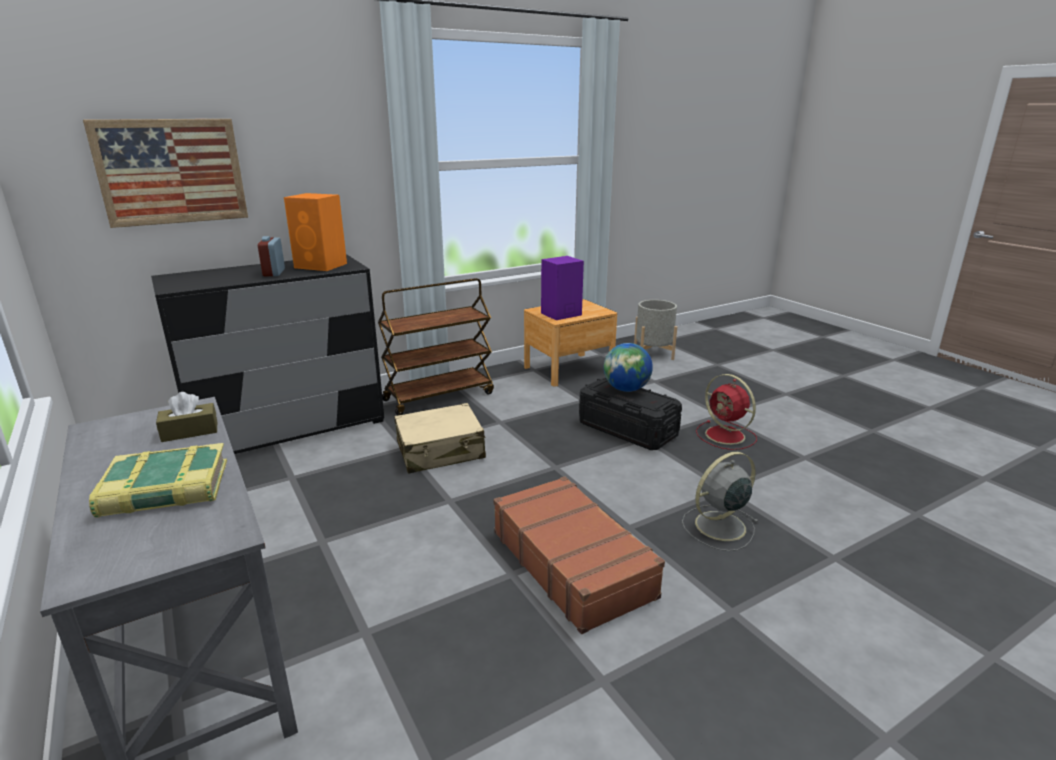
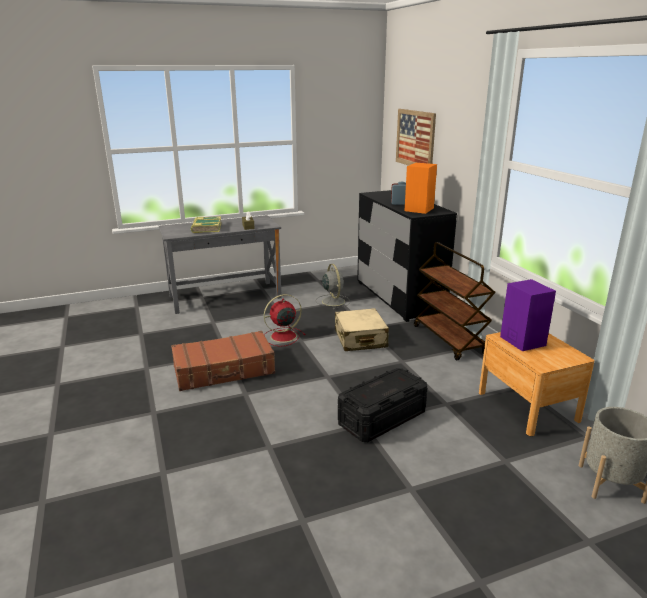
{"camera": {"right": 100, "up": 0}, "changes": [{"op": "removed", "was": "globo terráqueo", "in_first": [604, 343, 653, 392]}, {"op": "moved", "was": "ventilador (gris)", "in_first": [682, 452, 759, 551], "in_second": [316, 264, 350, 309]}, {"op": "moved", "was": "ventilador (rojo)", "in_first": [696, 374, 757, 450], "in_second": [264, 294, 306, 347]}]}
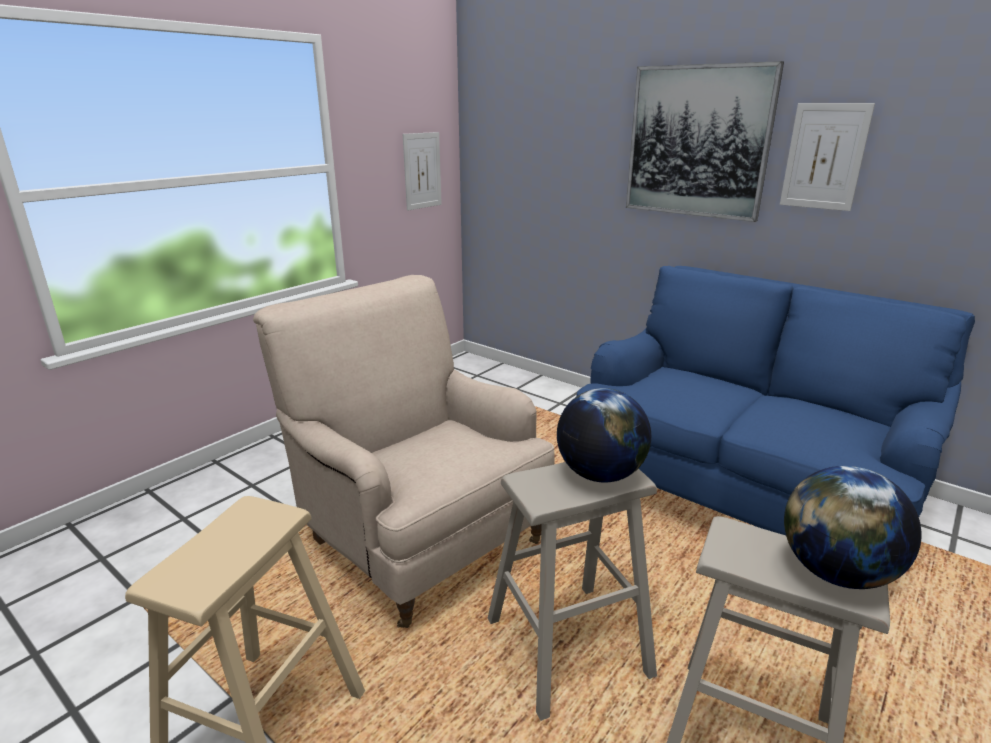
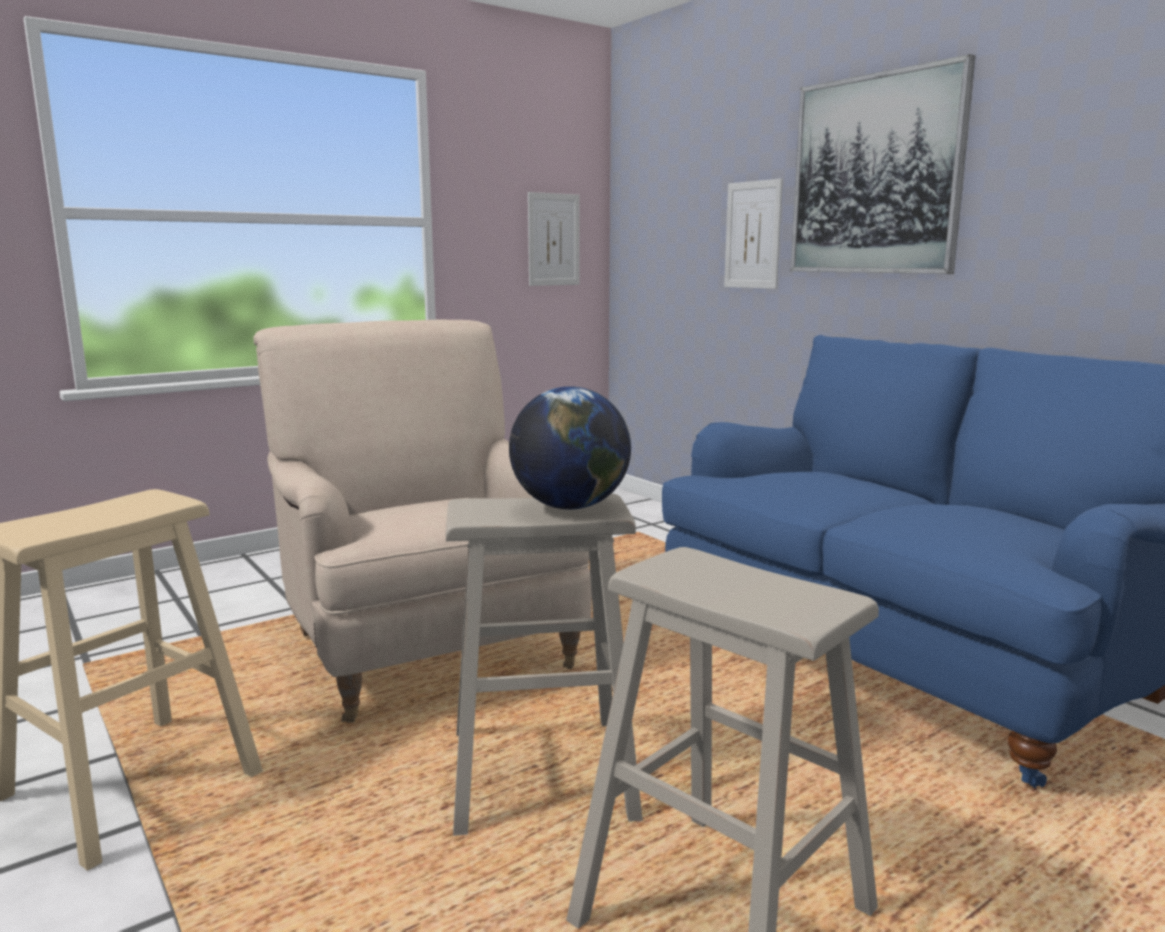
{"camera": {"right": 15, "up": -10}, "changes": [{"op": "moved", "was": "cuadro", "in_first": [780, 103, 875, 211], "in_second": [724, 179, 783, 289]}, {"op": "removed", "was": "globo terráqueo", "in_first": [784, 466, 922, 589]}]}
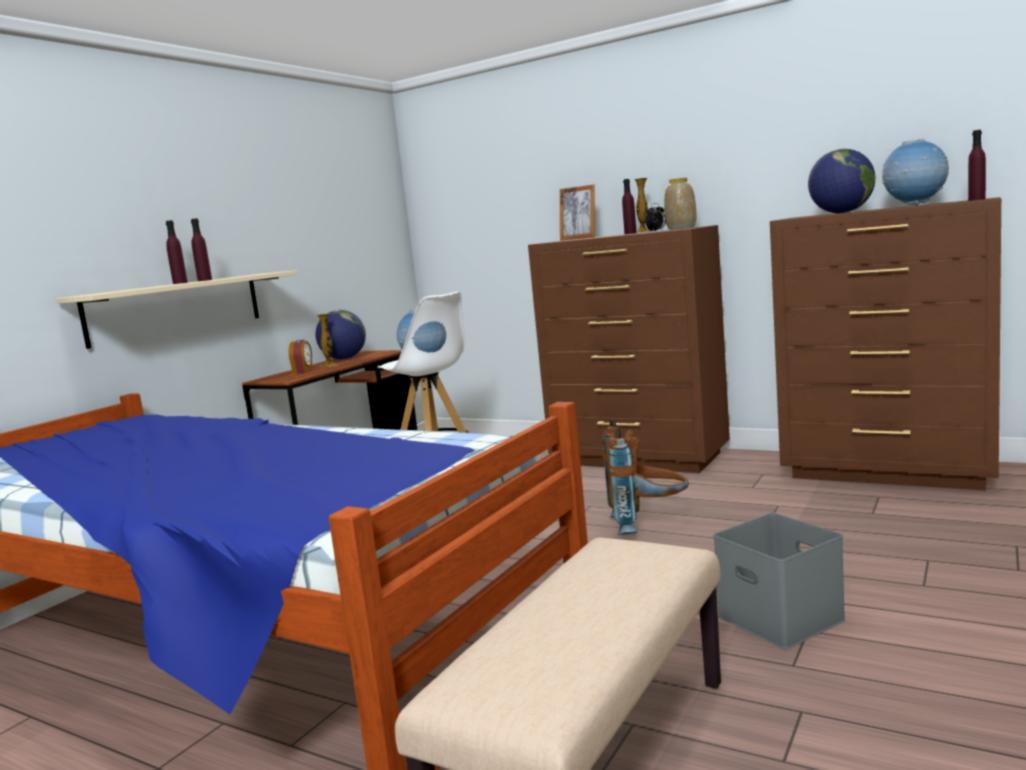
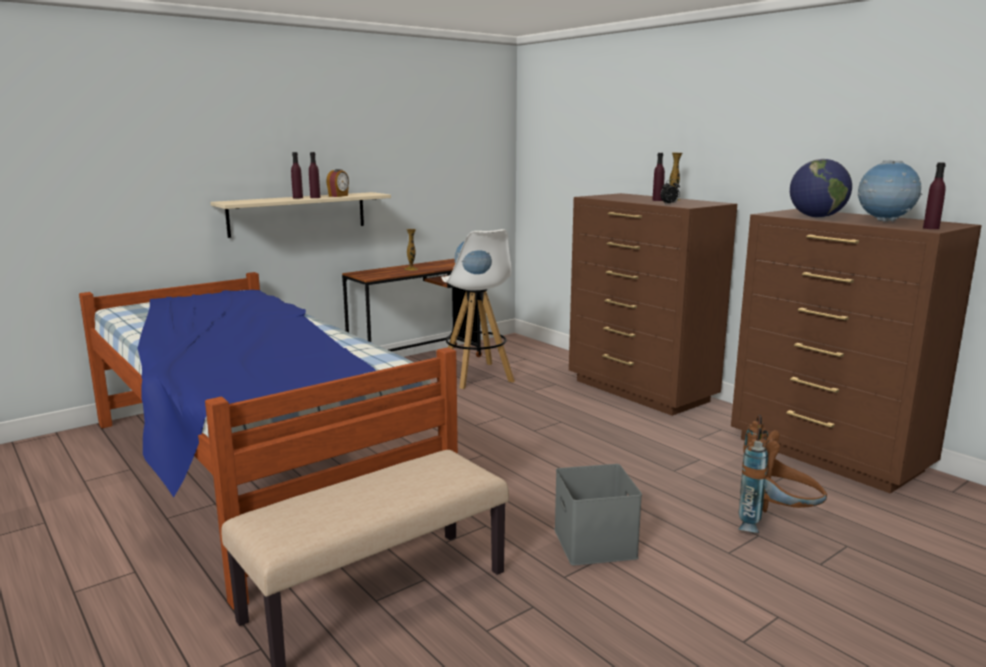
{"camera": {"right": 20, "up": 5}, "changes": [{"op": "moved", "was": "despertador", "in_first": [289, 339, 313, 374], "in_second": [326, 169, 349, 197]}, {"op": "removed", "was": "globo terráqueo", "in_first": [315, 310, 366, 359]}, {"op": "removed", "was": "portarretratos", "in_first": [560, 185, 595, 241]}, {"op": "moved", "was": "mochila (marrón)", "in_first": [602, 419, 689, 535], "in_second": [738, 415, 827, 533]}, {"op": "removed", "was": "florero", "in_first": [664, 178, 696, 230]}]}
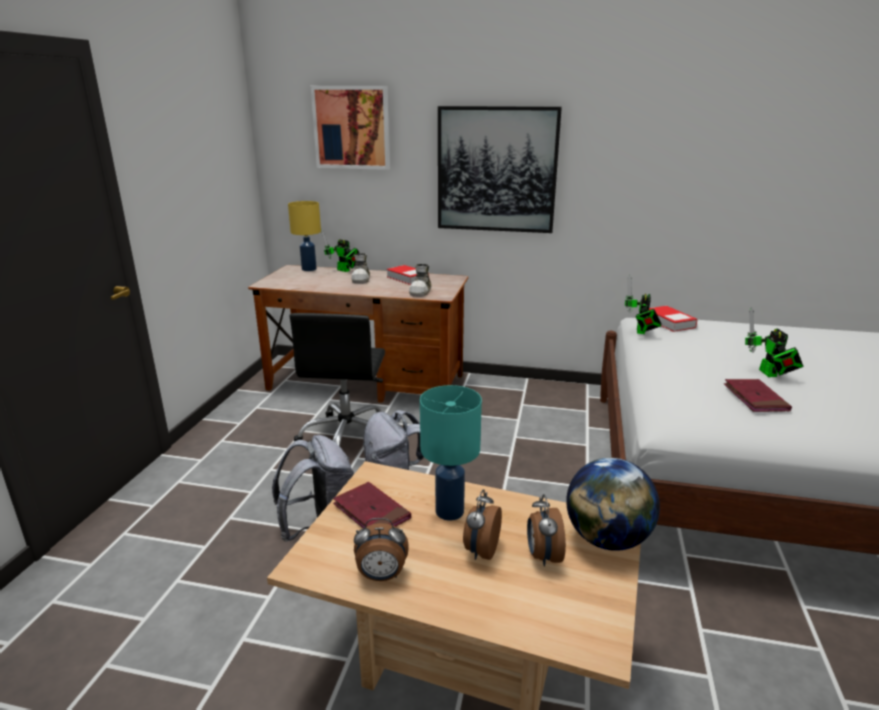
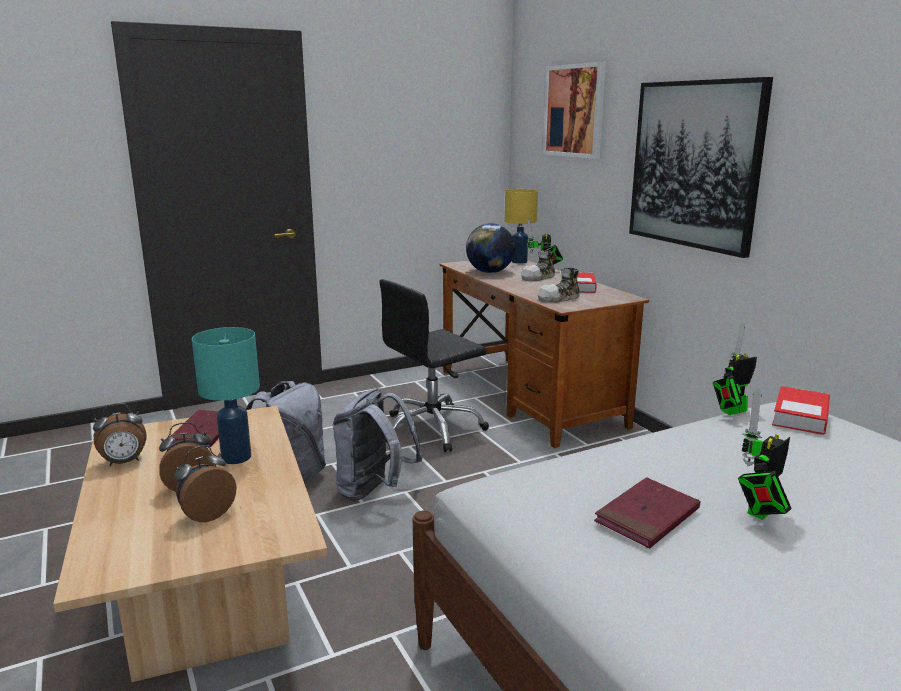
{"camera": {"right": 50, "up": -5}, "changes": [{"op": "turned", "was": "despertador", "in_first": [354, 518, 409, 581], "in_second": [93, 403, 146, 466], "clockwise": -75}, {"op": "moved", "was": "globo terráqueo", "in_first": [566, 458, 660, 551], "in_second": [466, 223, 515, 273]}]}
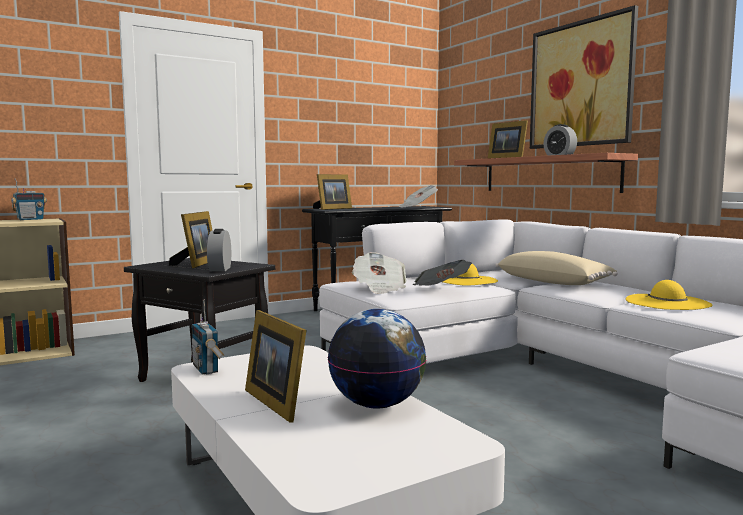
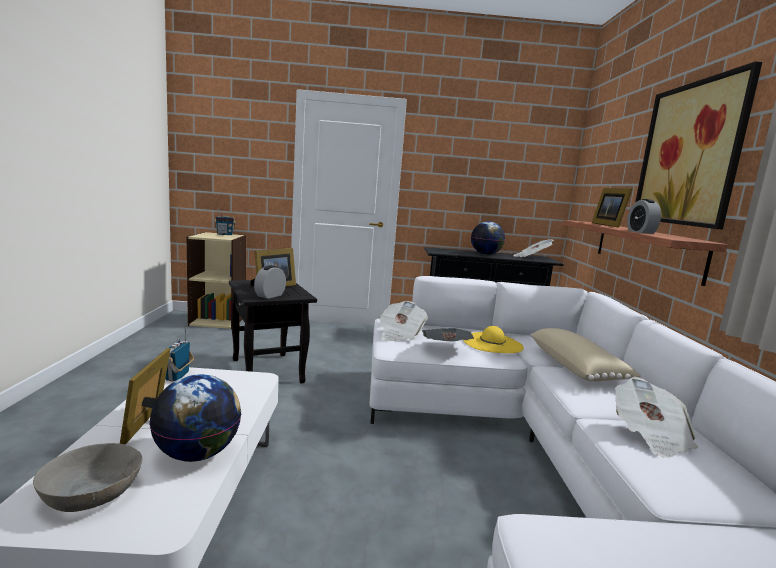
{"camera": {"right": 30, "up": 5}, "changes": [{"op": "removed", "was": "portarretratos", "in_first": [313, 174, 352, 210]}, {"op": "replaced", "was": "sombrero (amarillo)", "now": "periódico", "in_first": [626, 280, 713, 310], "in_second": [615, 377, 698, 458]}, {"op": "added", "now": "cuenco (gris)", "in_second": [33, 443, 143, 512]}, {"op": "added", "now": "globo terráqueo", "in_second": [471, 221, 505, 255]}]}
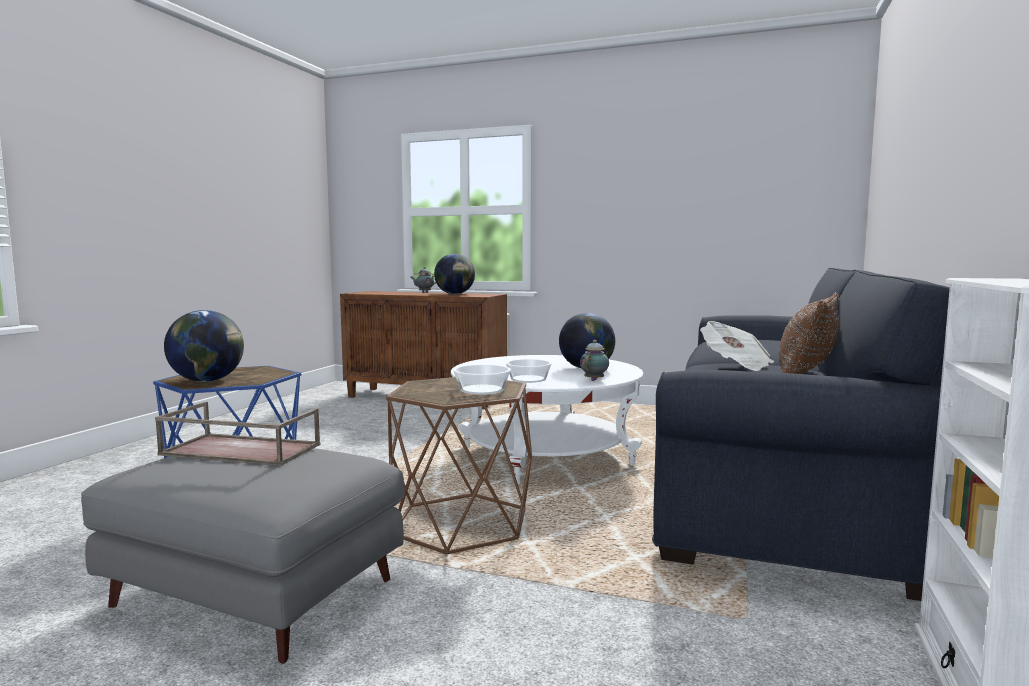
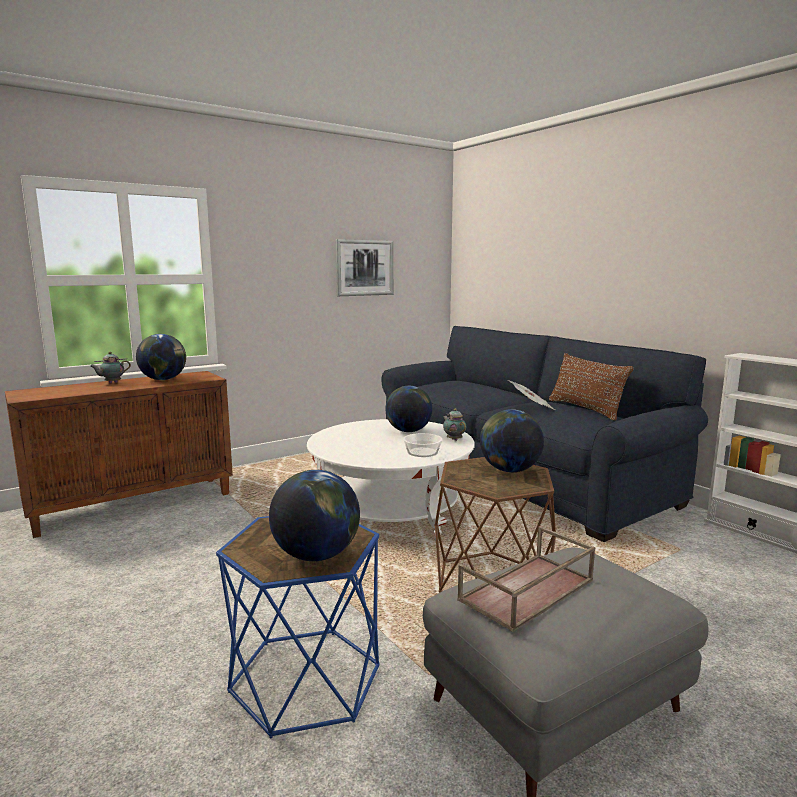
{"camera": {"right": -55, "up": 5}, "changes": [{"op": "replaced", "was": "cuenco", "now": "globo terráqueo", "in_first": [453, 365, 511, 395], "in_second": [480, 409, 544, 472]}, {"op": "added", "now": "cuadro", "in_second": [335, 239, 393, 296]}]}
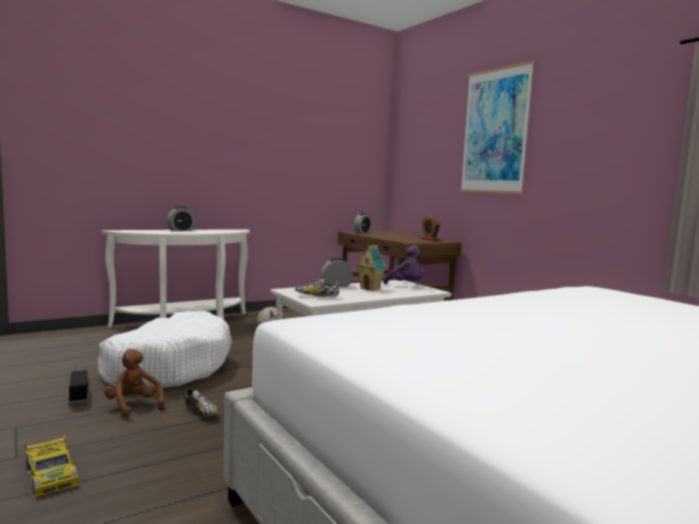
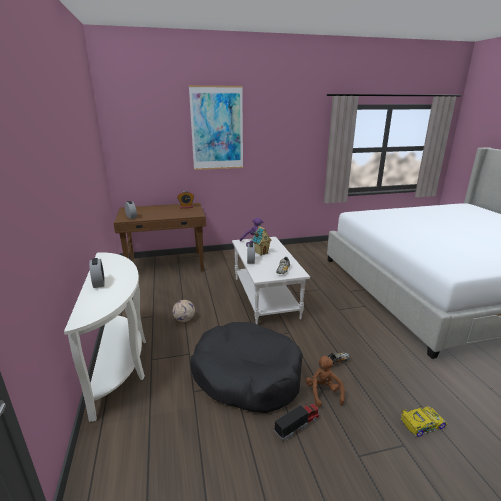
{"camera": {"right": -70, "up": 15}, "changes": [{"op": "turned", "was": "camión de juguete", "in_first": [69, 367, 89, 406], "in_second": [274, 404, 320, 441], "clockwise": 150}, {"op": "recoloured", "was": "cama para perro (blanco)", "now": "cama para perro (negro)", "in_first": [98, 311, 232, 388], "in_second": [190, 322, 303, 413]}, {"op": "turned", "was": "peluche (marrón)", "in_first": [104, 349, 164, 418], "in_second": [306, 356, 345, 407], "clockwise": 105}]}
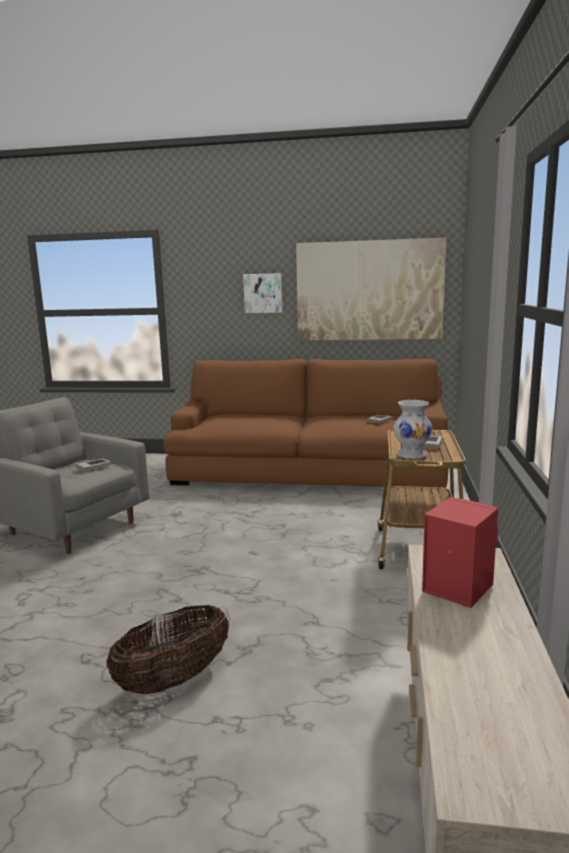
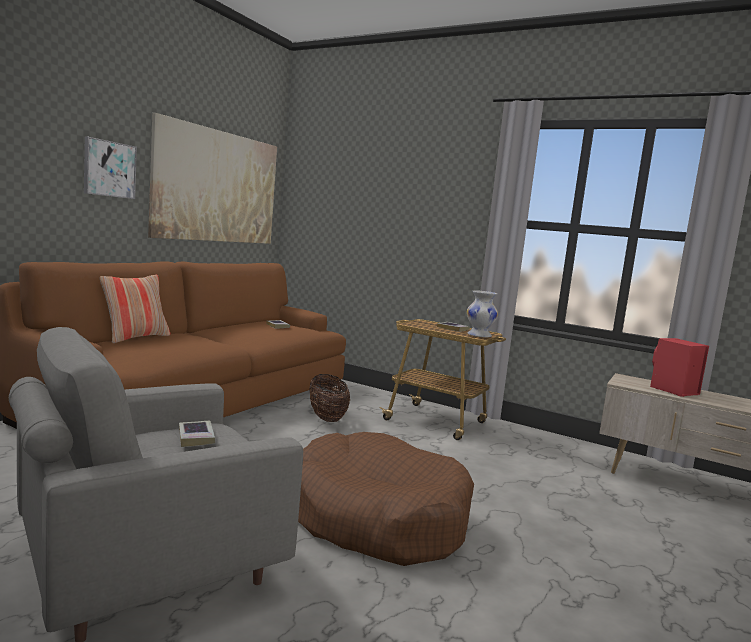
{"camera": {"right": -70, "up": -5}, "changes": [{"op": "moved", "was": "cesta", "in_first": [106, 605, 229, 694], "in_second": [309, 374, 350, 422]}, {"op": "added", "now": "cojín", "in_second": [100, 275, 170, 343]}, {"op": "added", "now": "cama para perro (marrón)", "in_second": [298, 432, 474, 566]}]}
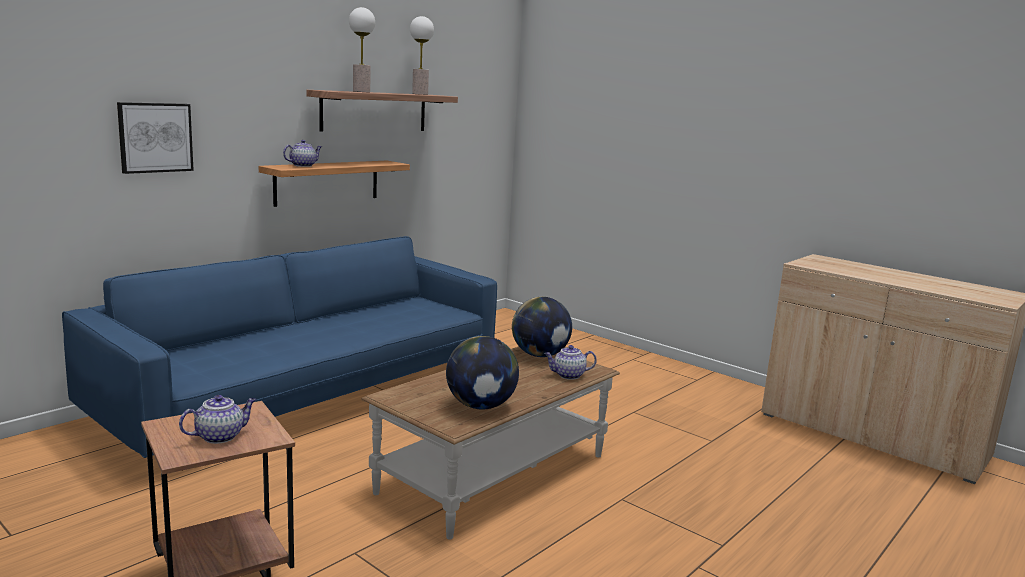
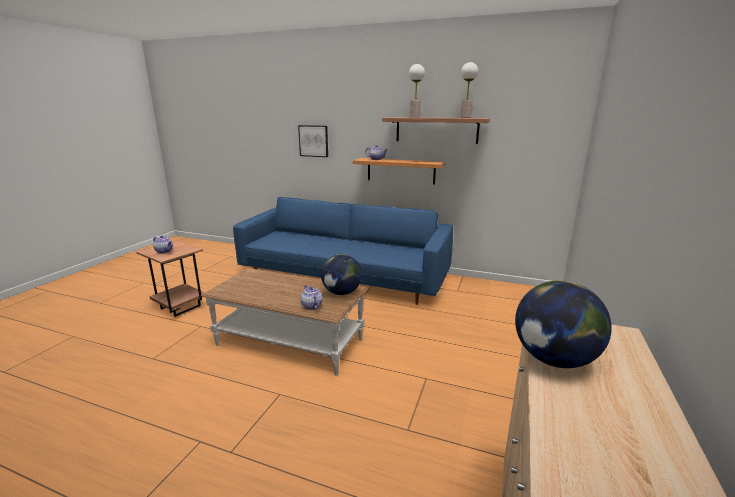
{"camera": {"right": 70, "up": 5}, "changes": [{"op": "moved", "was": "globo terráqueo", "in_first": [446, 336, 519, 409], "in_second": [515, 280, 612, 368]}]}
